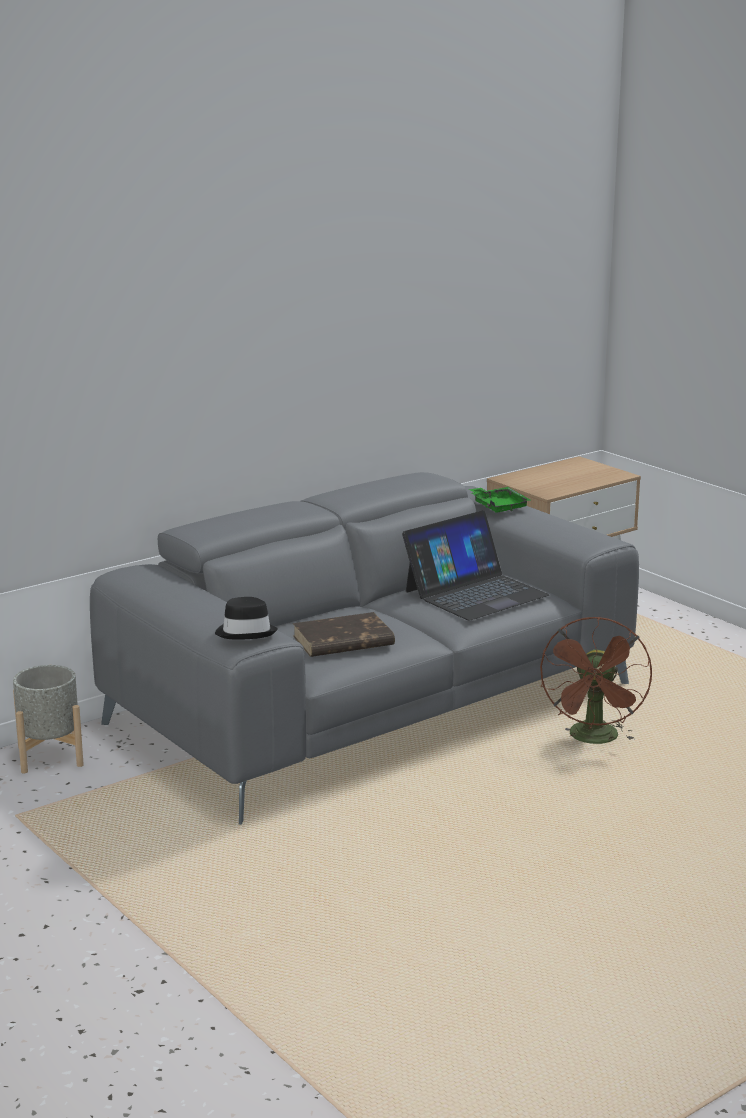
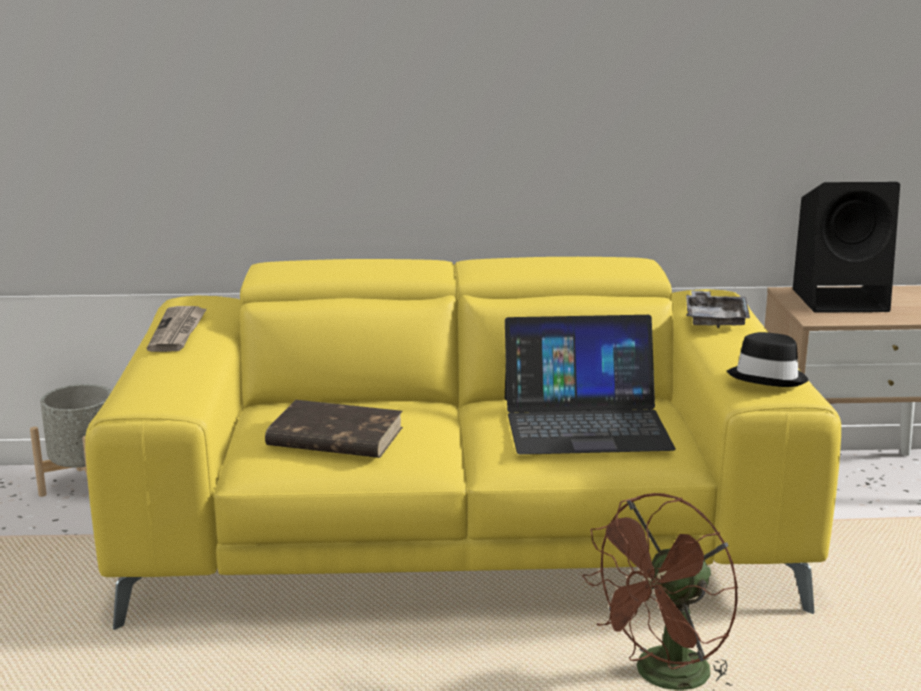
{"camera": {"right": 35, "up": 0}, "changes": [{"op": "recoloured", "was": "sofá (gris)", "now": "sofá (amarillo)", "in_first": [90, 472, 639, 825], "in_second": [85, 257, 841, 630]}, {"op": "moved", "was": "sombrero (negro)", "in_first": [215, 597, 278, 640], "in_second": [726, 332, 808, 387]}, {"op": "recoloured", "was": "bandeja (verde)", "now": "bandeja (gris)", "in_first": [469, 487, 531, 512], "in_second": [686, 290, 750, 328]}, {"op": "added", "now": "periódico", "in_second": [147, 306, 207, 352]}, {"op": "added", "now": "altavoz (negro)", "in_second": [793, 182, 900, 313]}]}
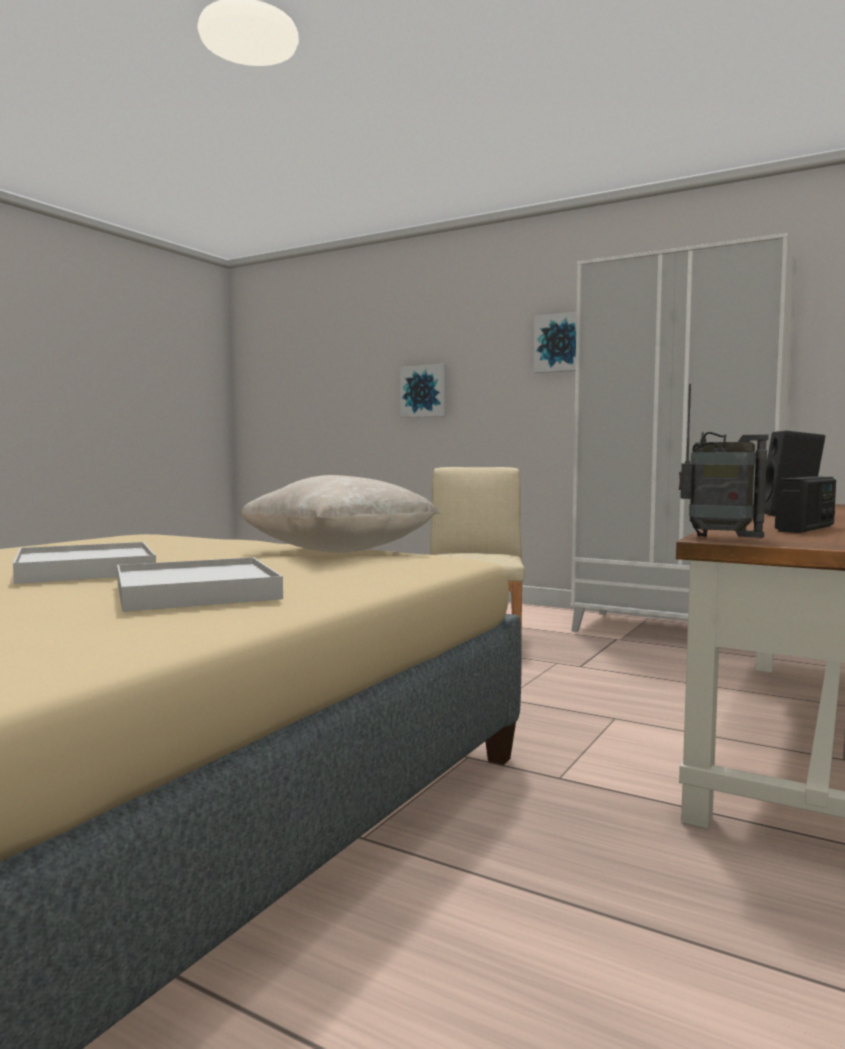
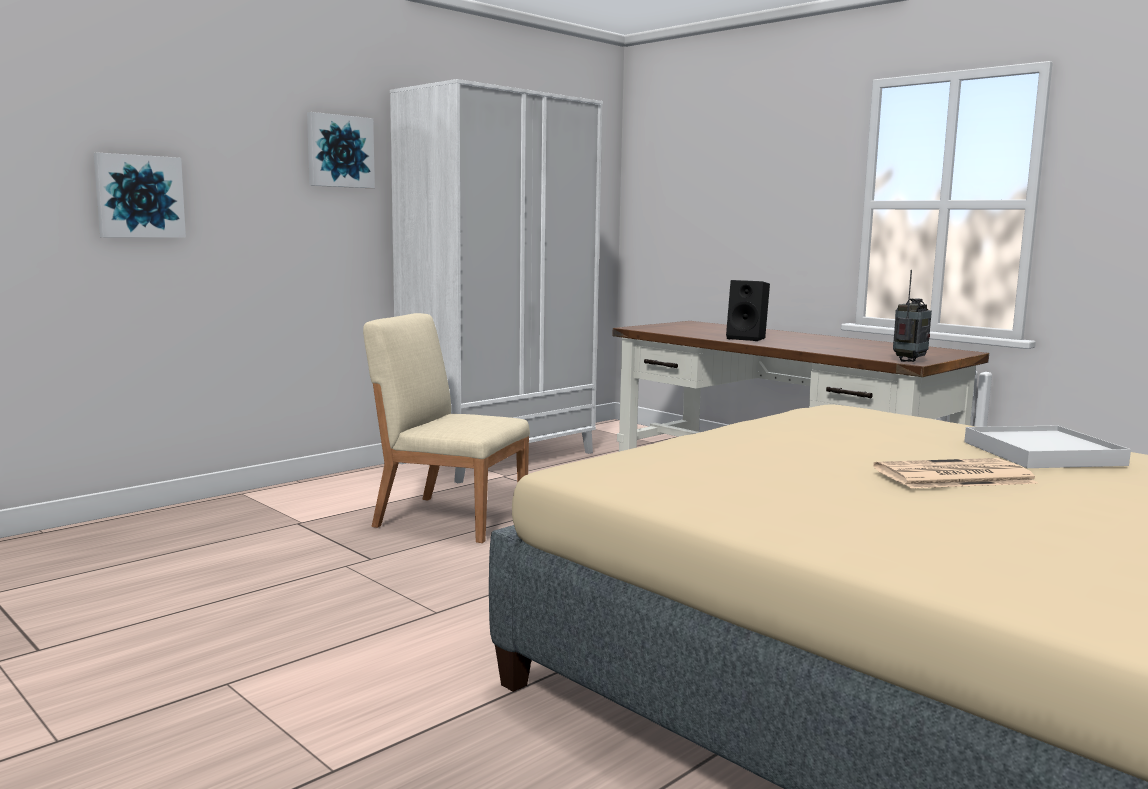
{"camera": {"right": -75, "up": 5}, "changes": [{"op": "replaced", "was": "bandeja (blanco)", "now": "periódico", "in_first": [13, 542, 156, 584], "in_second": [873, 458, 1039, 488]}, {"op": "removed", "was": "cojín (beis)", "in_first": [240, 475, 439, 553]}, {"op": "removed", "was": "radio", "in_first": [775, 476, 836, 533]}]}
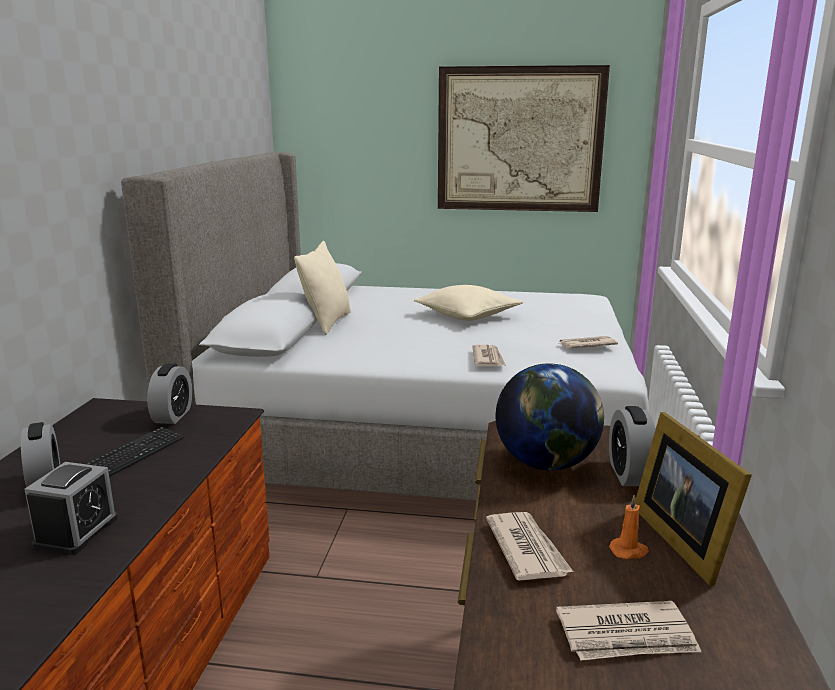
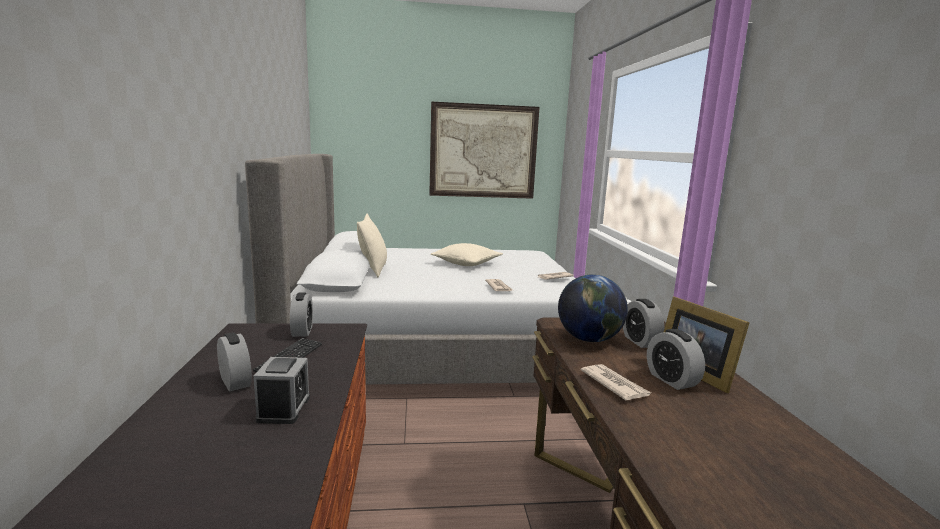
{"camera": {"right": -15, "up": -5}, "changes": [{"op": "removed", "was": "periódico", "in_first": [556, 601, 701, 661]}, {"op": "replaced", "was": "vela (naranja)", "now": "despertador", "in_first": [609, 495, 649, 559], "in_second": [647, 329, 705, 390]}]}
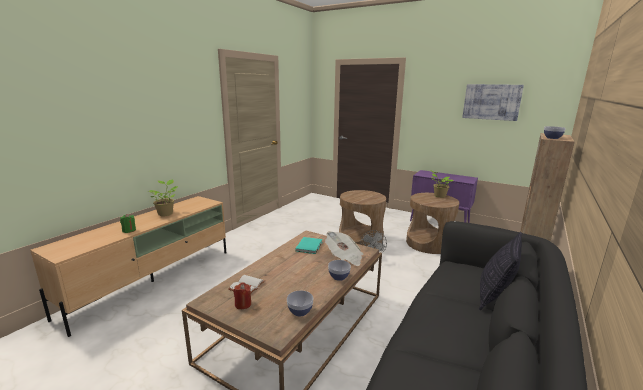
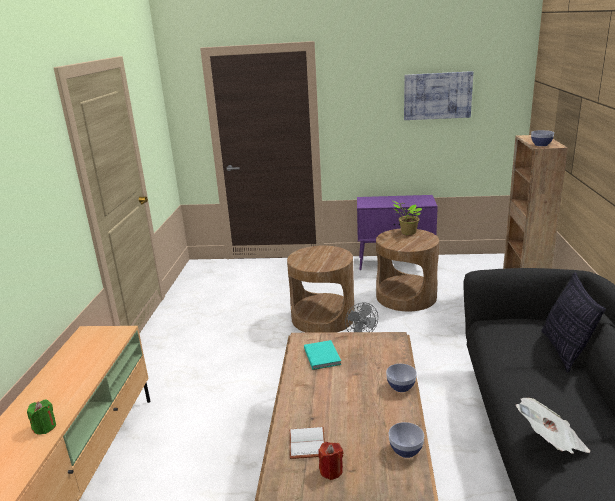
{"camera": {"right": -25, "up": 5}, "changes": [{"op": "removed", "was": "planta en maceta", "in_first": [149, 179, 178, 216]}, {"op": "moved", "was": "periódico", "in_first": [325, 231, 364, 266], "in_second": [516, 398, 590, 454]}]}
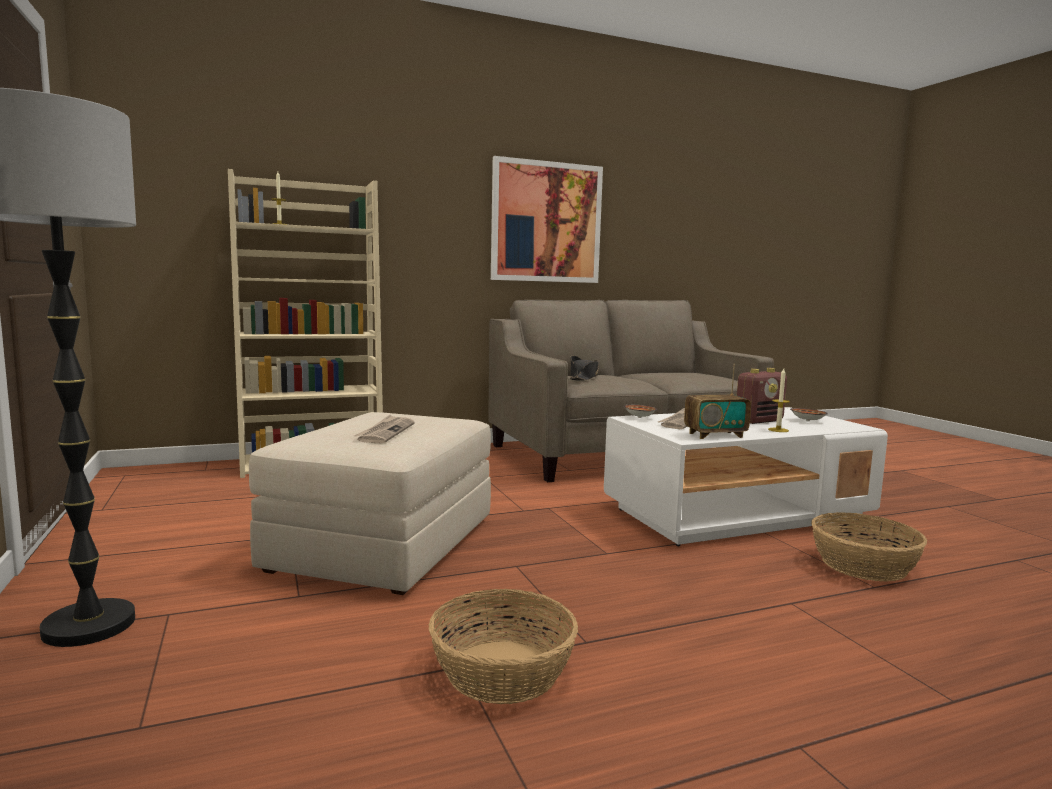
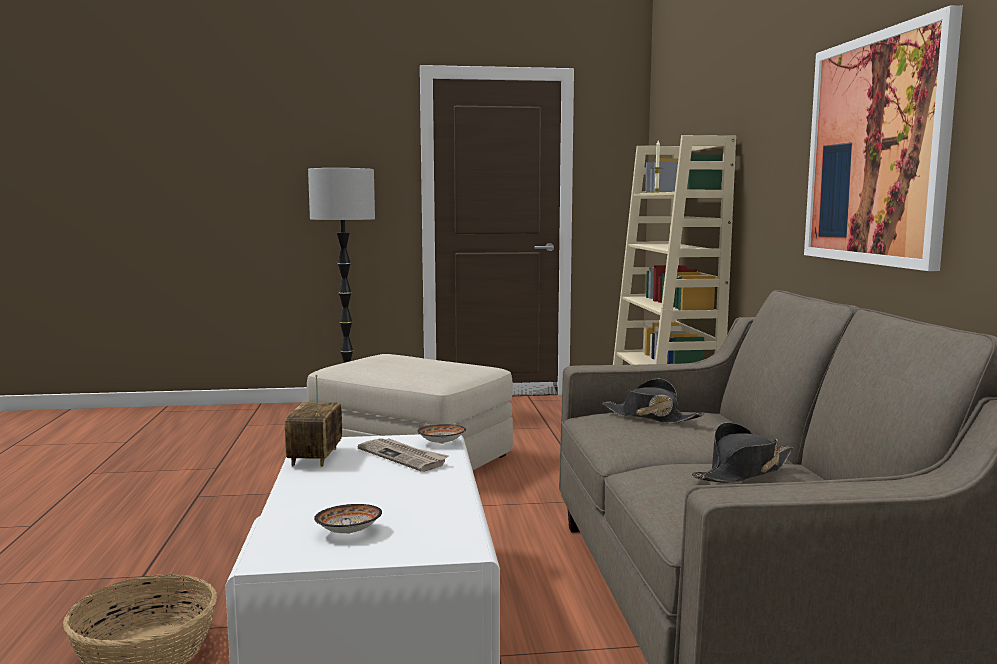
{"camera": {"right": 105, "up": 0}, "changes": [{"op": "removed", "was": "periódico", "in_first": [354, 415, 415, 443]}, {"op": "removed", "was": "cesta", "in_first": [429, 589, 578, 704]}, {"op": "removed", "was": "radio", "in_first": [737, 368, 787, 424]}, {"op": "removed", "was": "vela", "in_first": [768, 369, 790, 432]}, {"op": "added", "now": "sombrero (negro)", "in_second": [692, 422, 793, 483]}]}
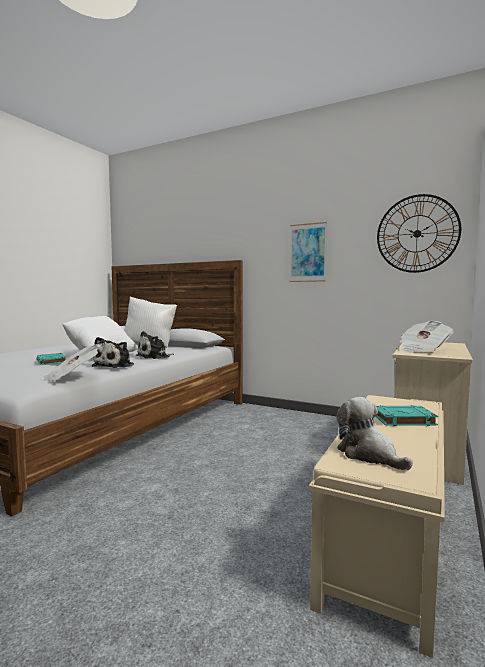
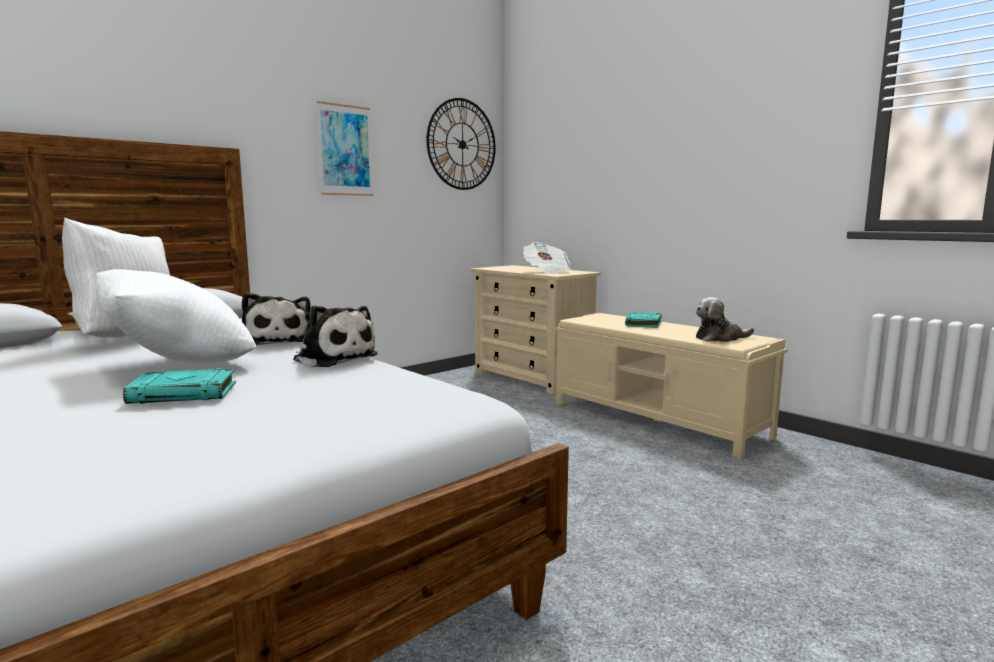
{"camera": {"right": -70, "up": 5}, "changes": [{"op": "removed", "was": "periódico", "in_first": [40, 344, 100, 381]}]}
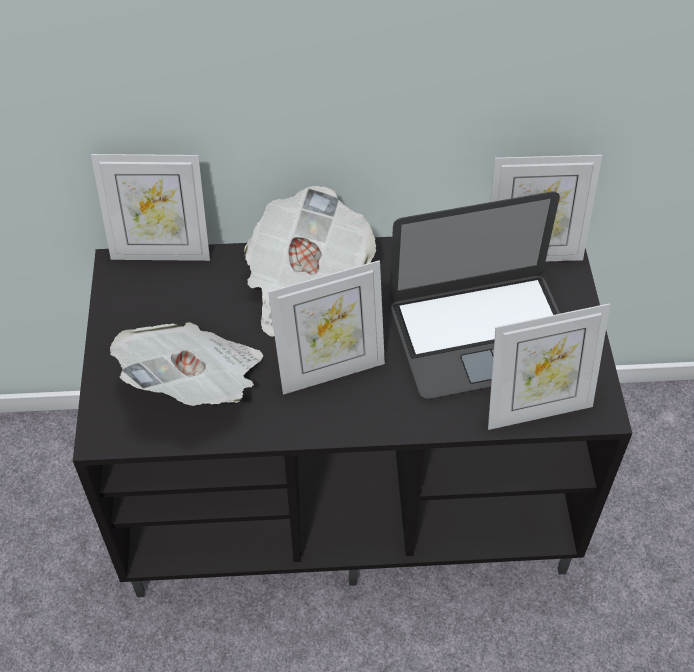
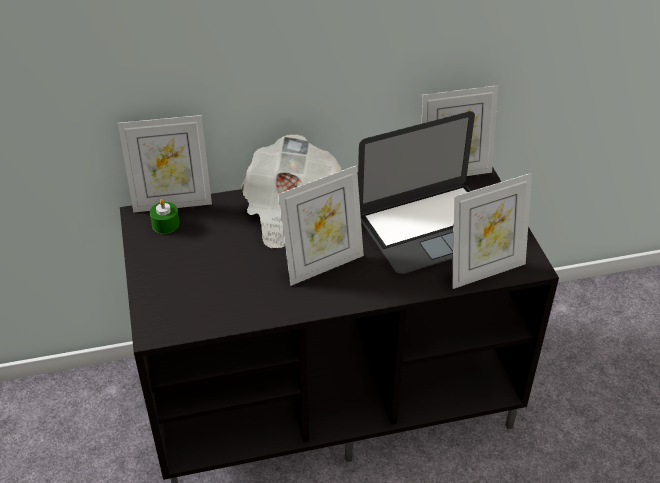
{"camera": {"right": -10, "up": -10}, "changes": [{"op": "removed", "was": "periódico", "in_first": [110, 322, 263, 406]}, {"op": "added", "now": "vela (verde)", "in_second": [150, 199, 180, 234]}]}
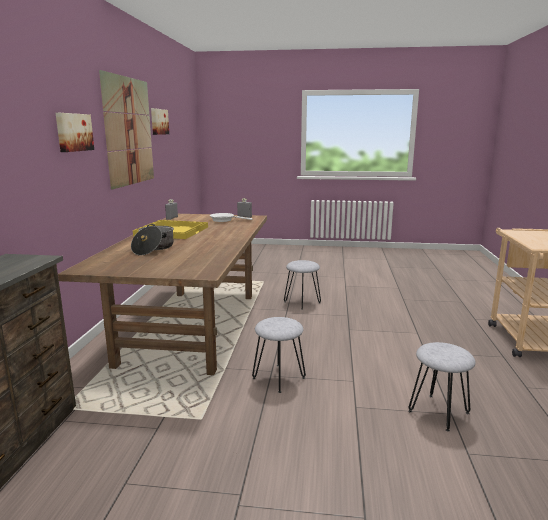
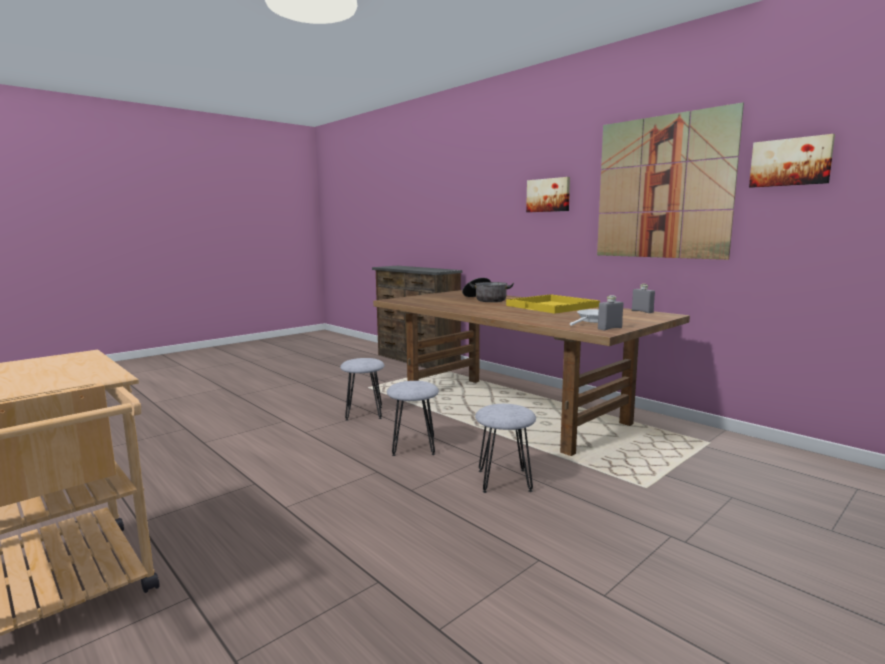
{"camera": {"right": 130, "up": -5}, "changes": [{"op": "moved", "was": "taburete (gris)", "in_first": [408, 342, 476, 432], "in_second": [387, 381, 439, 456]}]}
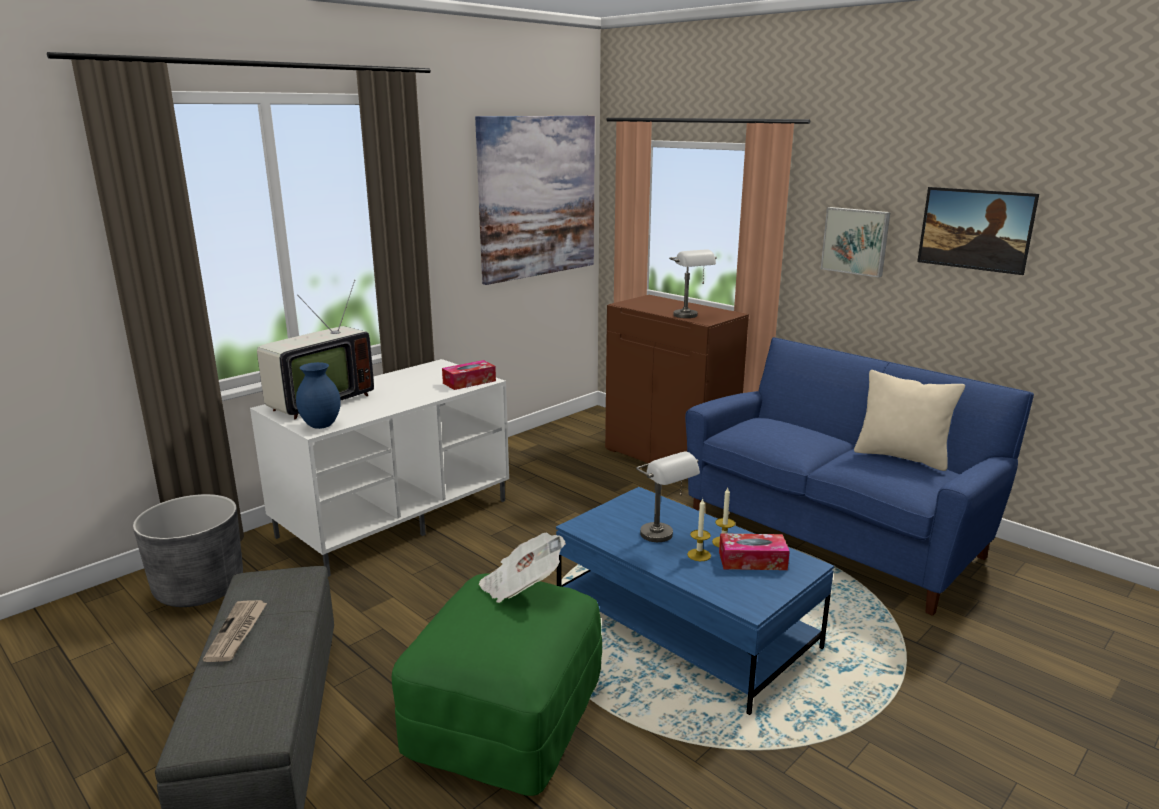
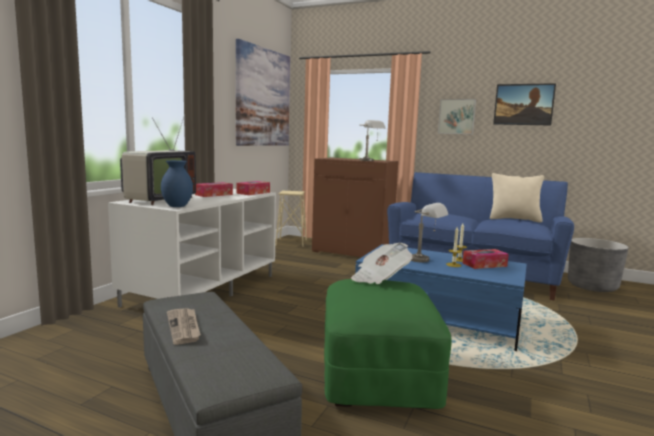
{"camera": {"right": -20, "up": -10}, "changes": [{"op": "moved", "was": "maceta (gris)", "in_first": [133, 494, 243, 607], "in_second": [568, 238, 629, 292]}, {"op": "added", "now": "caja de pañuelos", "in_second": [195, 182, 233, 197]}, {"op": "added", "now": "taburete (beis)", "in_second": [275, 191, 307, 247]}]}
